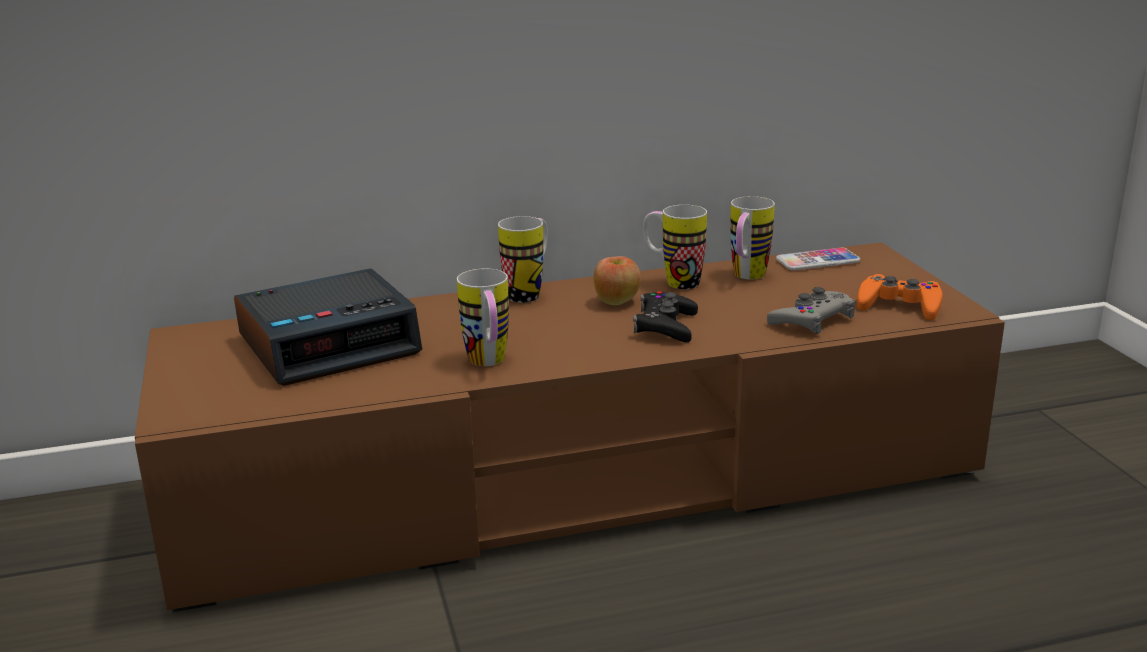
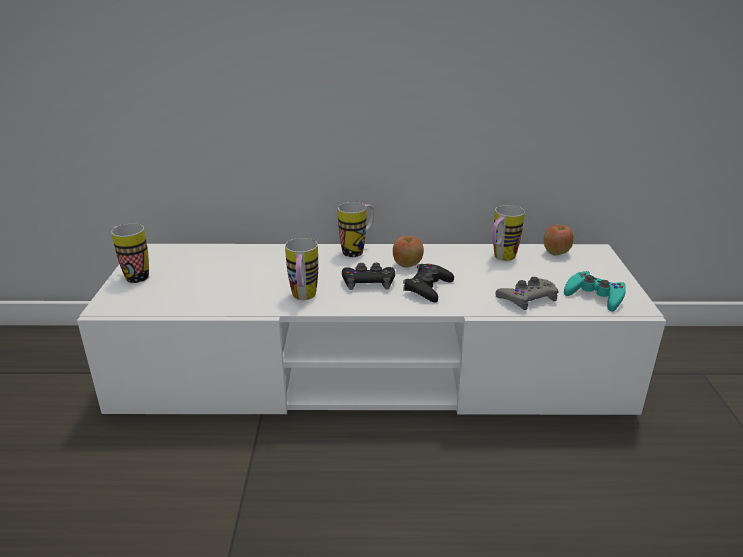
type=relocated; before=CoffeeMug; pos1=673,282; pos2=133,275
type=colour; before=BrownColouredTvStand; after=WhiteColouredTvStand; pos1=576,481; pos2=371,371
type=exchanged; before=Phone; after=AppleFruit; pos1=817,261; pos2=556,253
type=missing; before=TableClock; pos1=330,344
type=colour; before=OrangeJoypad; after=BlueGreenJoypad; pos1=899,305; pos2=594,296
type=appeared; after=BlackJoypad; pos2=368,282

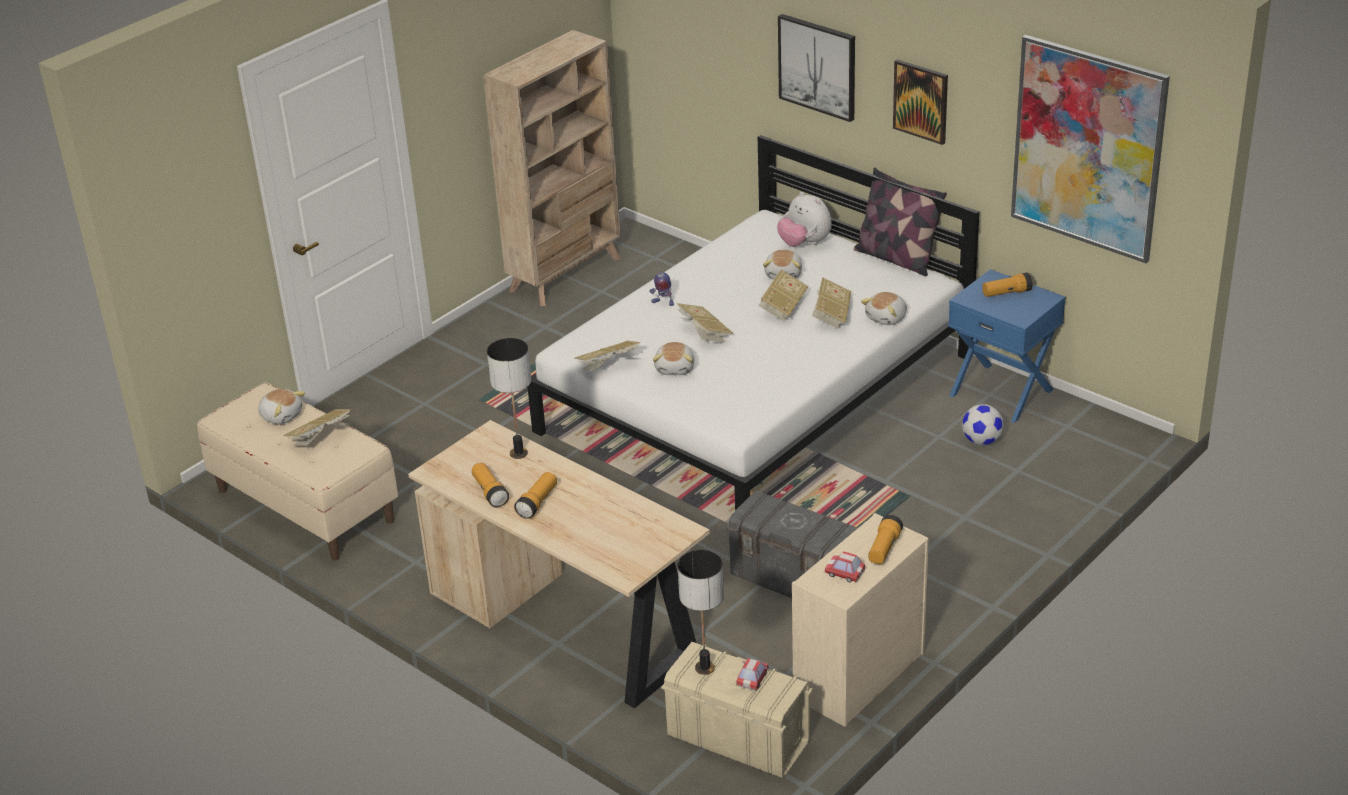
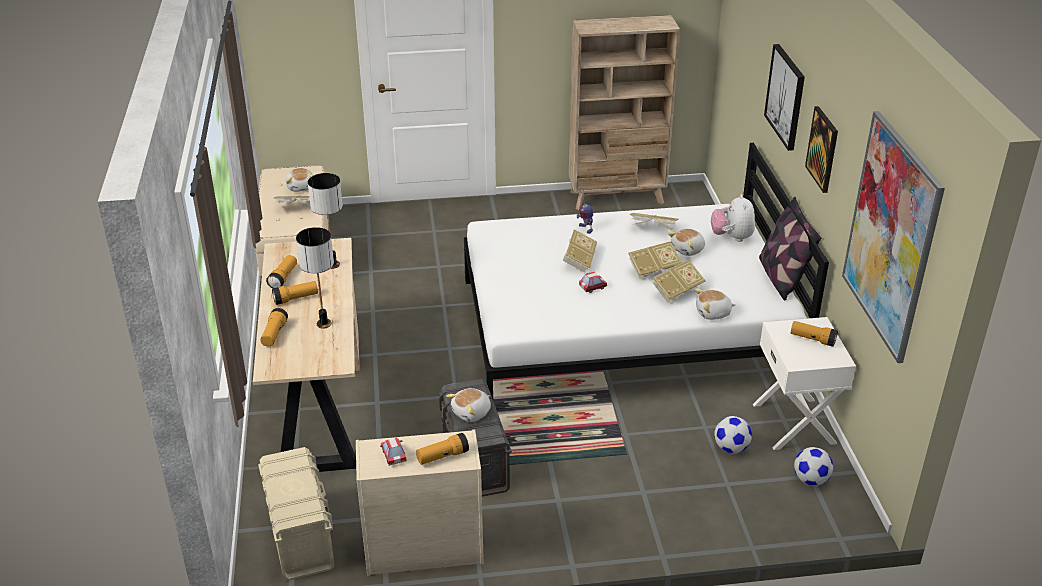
type=colour; before=BluishNightTable; after=WhiteColouredNightTable; pos1=1002,392; pos2=795,423
type=relocated; before=Volume; pos1=609,366; pos2=653,229
type=relocated; before=SoftToy; pos1=675,368; pos2=472,413
type=relocated; before=TabletopLamp; pos1=704,668; pos2=323,324
type=relocated; before=MiniatureCar; pos1=752,679; pos2=592,287
type=appeared; after=HandTorch; pos2=274,334
type=appeared; after=BallForFootball; pos2=810,480

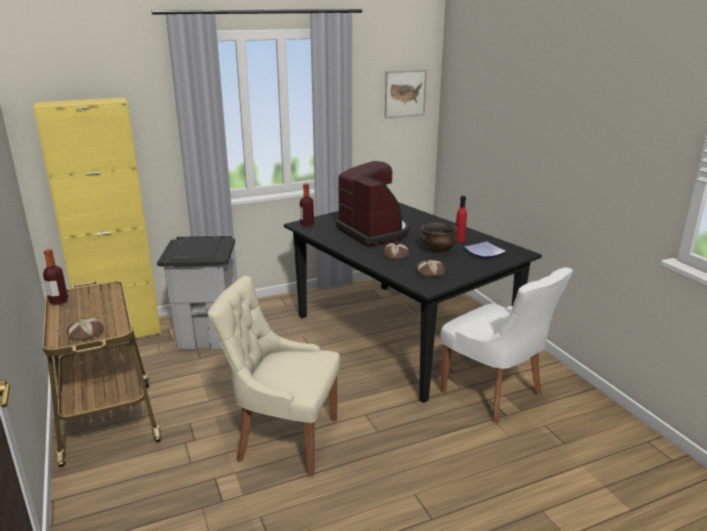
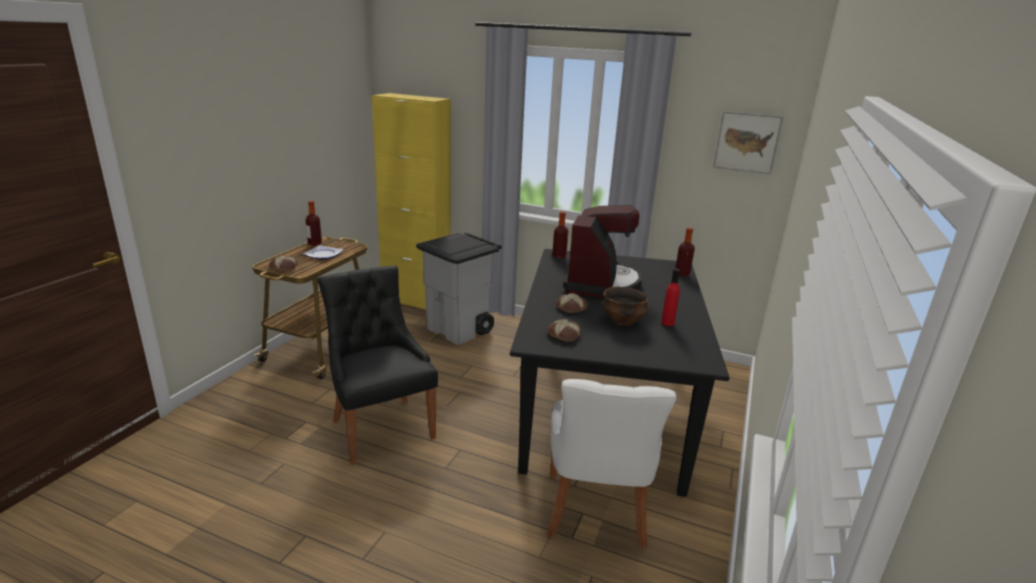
type=relocated; before=FlatDish; pos1=484,252; pos2=322,255
type=colour; before=SandColouredUprightChair; after=BlackUprightChair; pos1=284,439; pos2=381,427
type=appeared; after=BeverageBottle; pos2=682,274

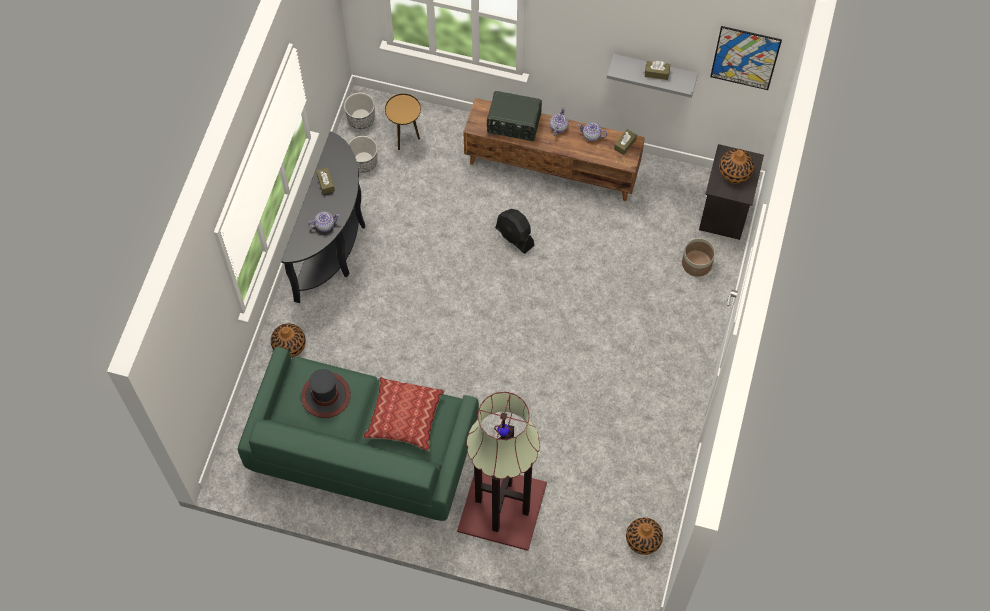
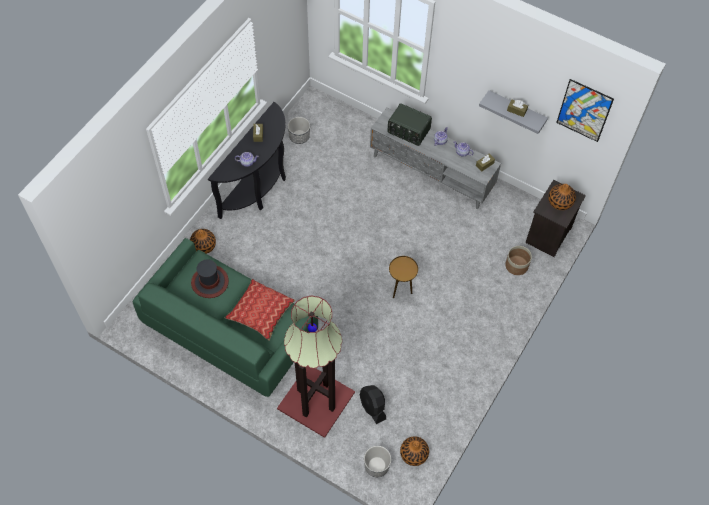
type=relocated; before=PlantPot; pos1=361,119; pos2=376,466
type=relocated; before=BrownColouredSideTable; pos1=405,139; pos2=401,290
type=colour; before=BrownColouredTvStand; after=GreyishTvStand; pos1=552,167; pos2=432,173
type=relocated; before=BlackCoolingFan; pos1=514,237; pos2=372,407

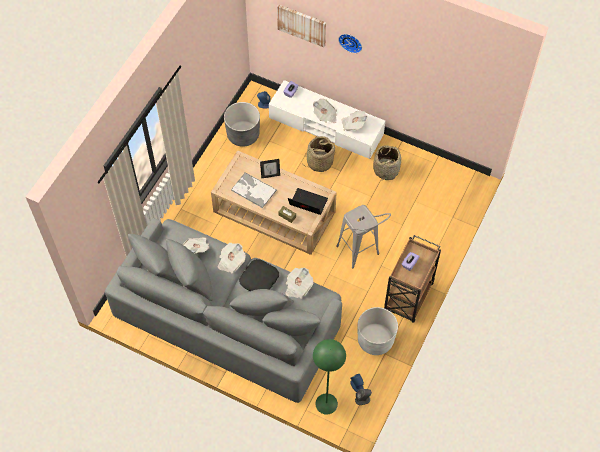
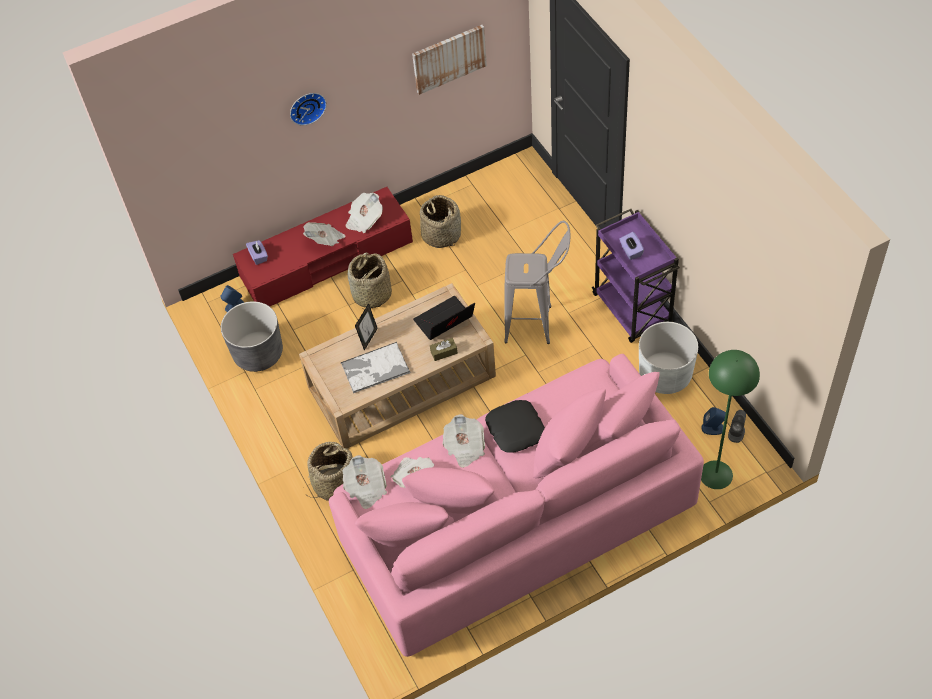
type=relocated; before=WallPicture; pos1=302,25; pos2=449,58
type=colour; before=WhiteColouredTvStand; after=ReddishTvStand; pos1=326,127; pos2=327,260
type=colour; before=GreyishSettee; after=PinkishSettee; pos1=229,317; pos2=514,516
type=colour; before=BrownColouredWheeledCart; after=PurpleColouredWheeledCart; pos1=408,298; pos2=633,310
type=relocated; before=PrintedPaper; pos1=298,287; pos2=366,488
type=appeared; after=Basket; pos2=334,483

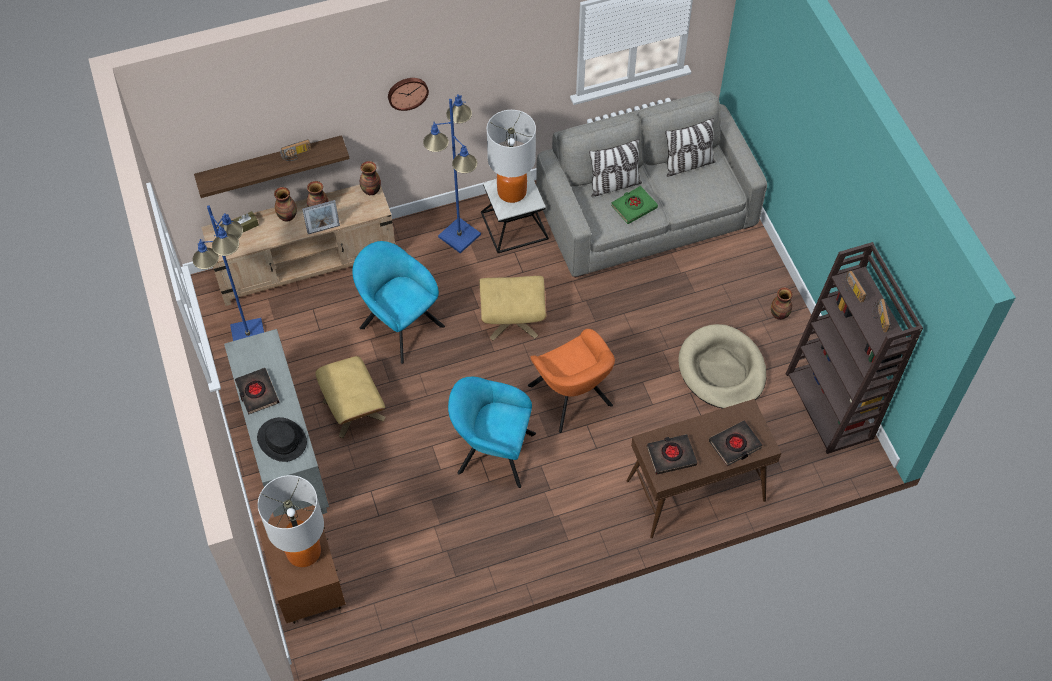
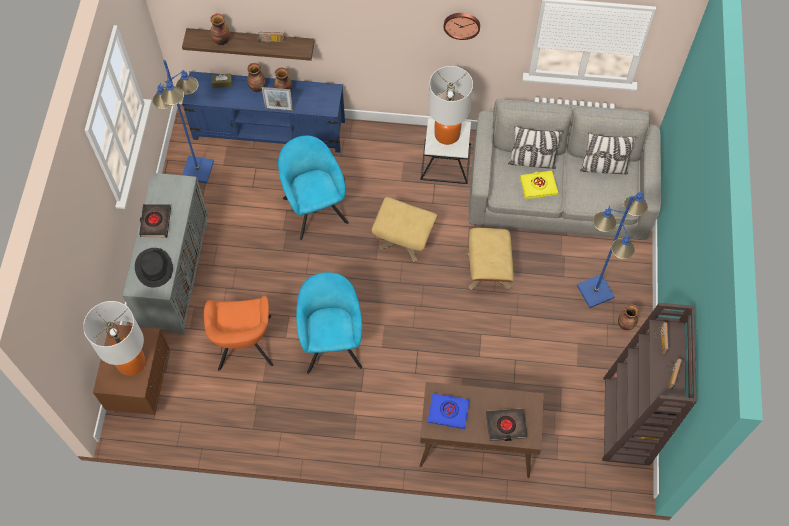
type=relocated; before=WallClock; pos1=407,92; pos2=462,24
type=relocated; before=BluishStandardLamp; pos1=460,236; pos2=596,291
type=relocated; before=DecorativeVase; pos1=371,190; pos2=221,40
type=colour; before=SandColouredTvStand; after=BluishTvStand; pos1=307,264; pos2=270,130
type=colour; before=GreenColouredVolume; after=YellowVolume; pos1=634,207; pos2=538,186
type=missing; before=SandColouredDogCushion; pos1=722,369
type=relocated; before=OrangeLoungeChair; pos1=572,399; pos2=244,346
type=relocated; before=SandColouredFootrest; pos1=353,410; pos2=488,270
type=spun; before=BlueGreenLoungeChair; pos1=492,452; pos2=332,340; turn=45
type=colour; before=BlackVolume; after=BluishVolume; pos1=671,456; pos2=448,412

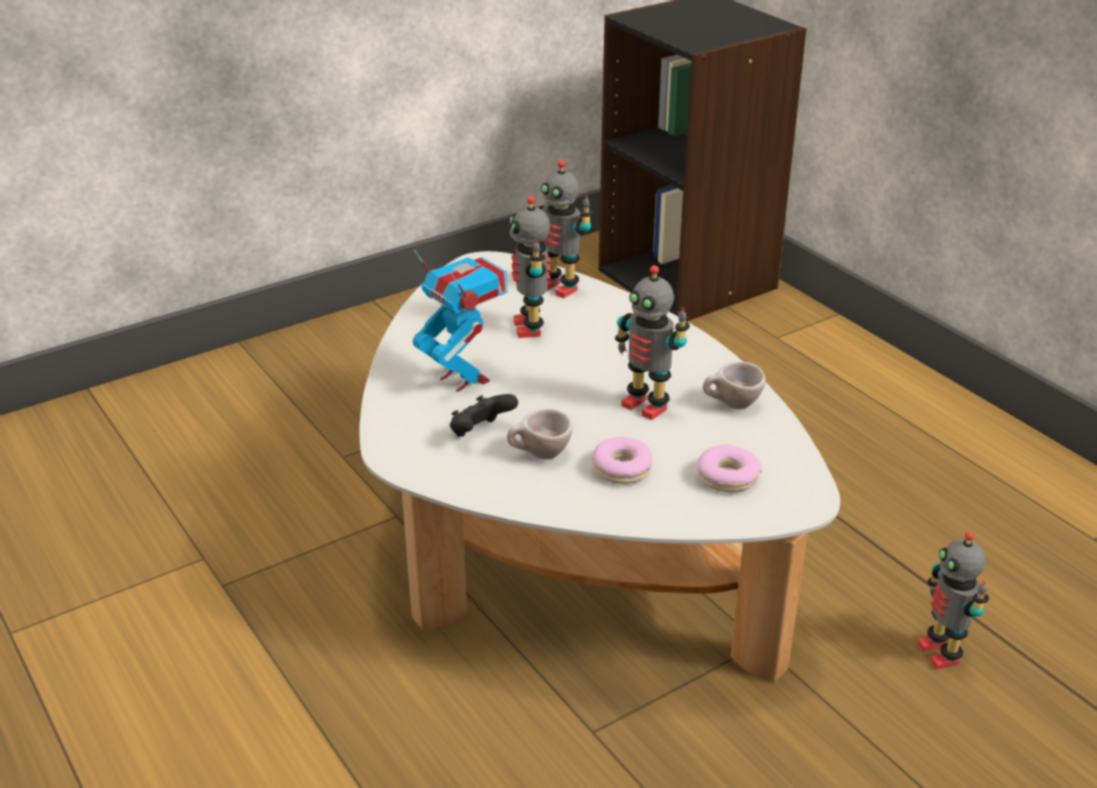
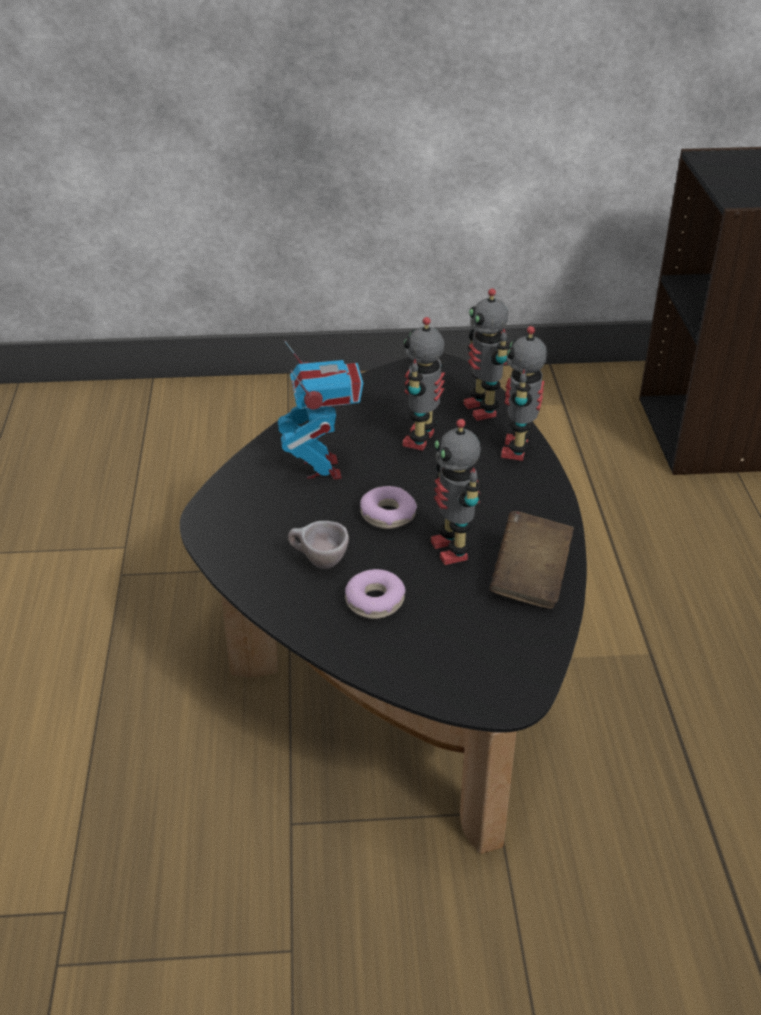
type=colour; before=WhiteColouredLoungeTable; after=BlackLoungeTable; pos1=567,549; pos2=400,652
type=exchanged; before=SandColouredSmallCup; after=BrownColouredVolume; pos1=731,406; pos2=530,578
type=missing; before=BlackJoypad; pos1=480,433
type=relocated; before=RingDoughnut; pos1=728,477; pos2=388,515
type=relocated; before=RobotFigure; pos1=941,653; pos2=518,449

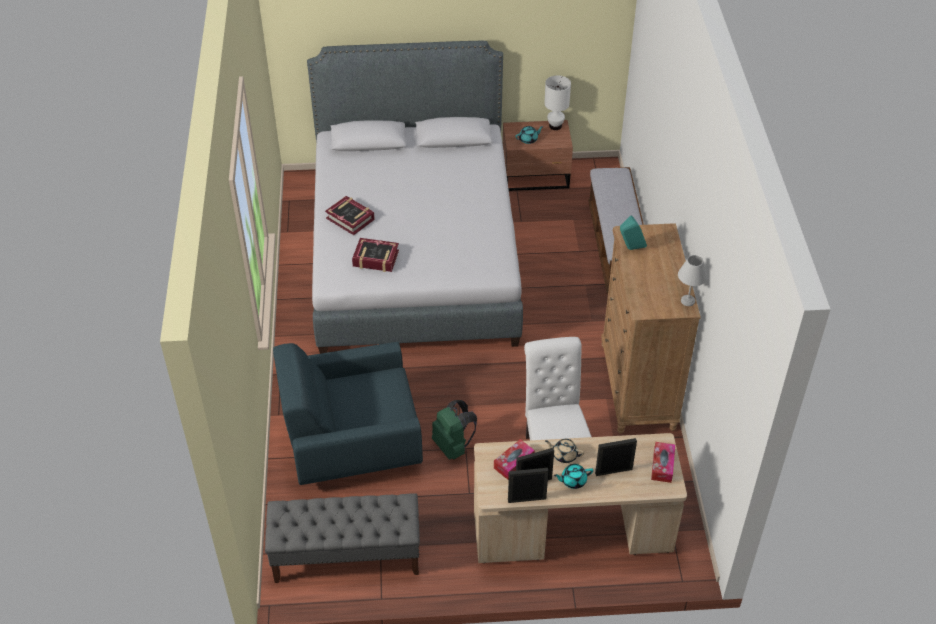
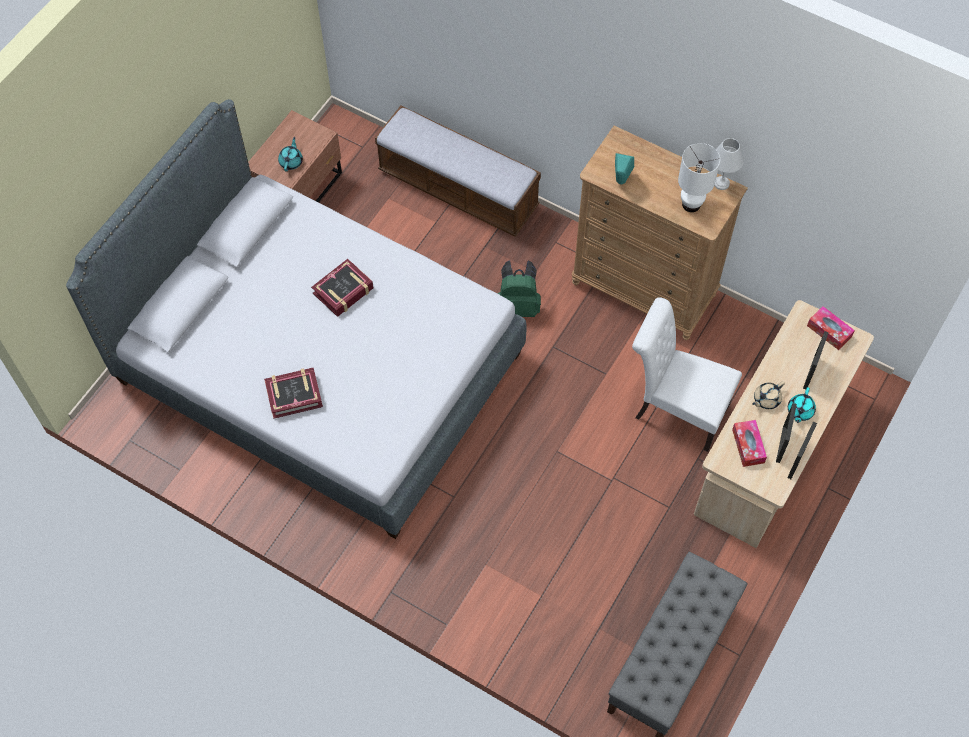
type=relocated; before=WhiteColouredTabletopLamp; pos1=555,126; pos2=691,204
type=relocated; before=Volume; pos1=375,259; pos2=343,291
type=missing; before=BluishLoungeChair; pos1=352,444
type=relocated; before=GreenColouredKnapsack; pos1=453,446; pos2=518,306

